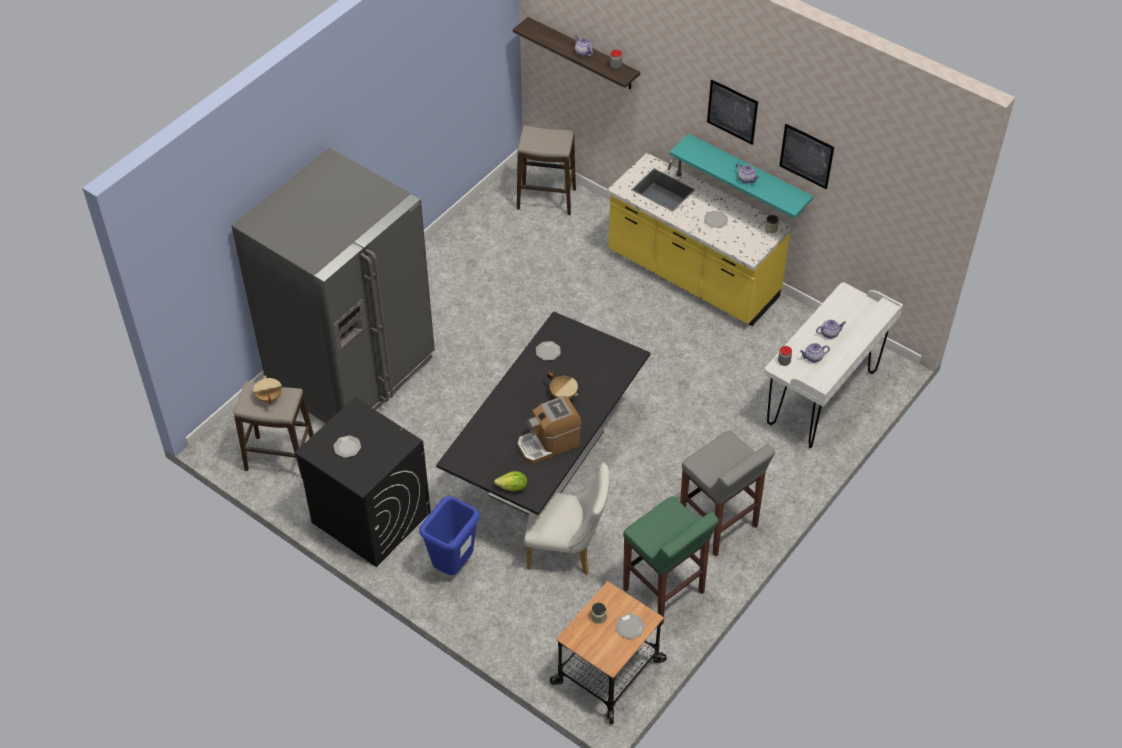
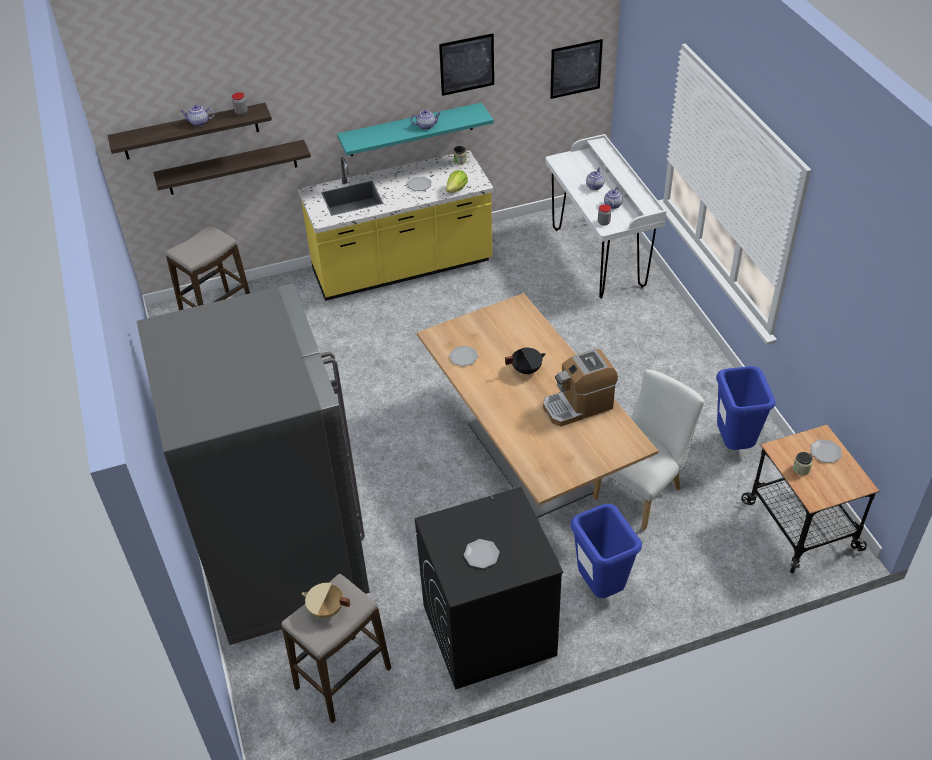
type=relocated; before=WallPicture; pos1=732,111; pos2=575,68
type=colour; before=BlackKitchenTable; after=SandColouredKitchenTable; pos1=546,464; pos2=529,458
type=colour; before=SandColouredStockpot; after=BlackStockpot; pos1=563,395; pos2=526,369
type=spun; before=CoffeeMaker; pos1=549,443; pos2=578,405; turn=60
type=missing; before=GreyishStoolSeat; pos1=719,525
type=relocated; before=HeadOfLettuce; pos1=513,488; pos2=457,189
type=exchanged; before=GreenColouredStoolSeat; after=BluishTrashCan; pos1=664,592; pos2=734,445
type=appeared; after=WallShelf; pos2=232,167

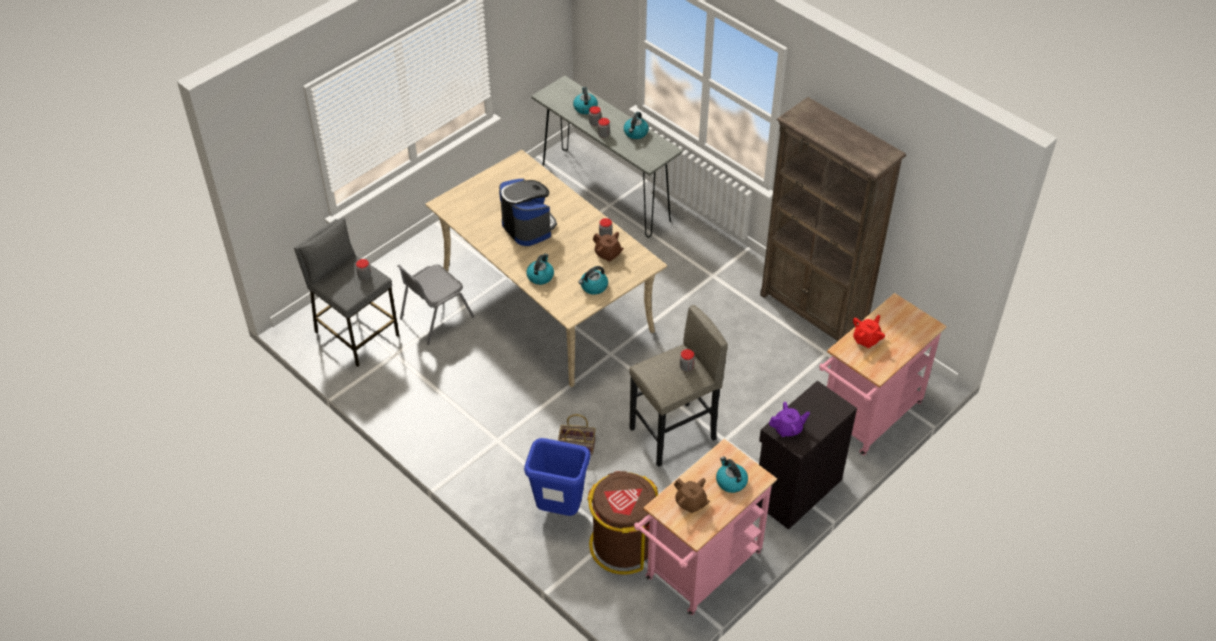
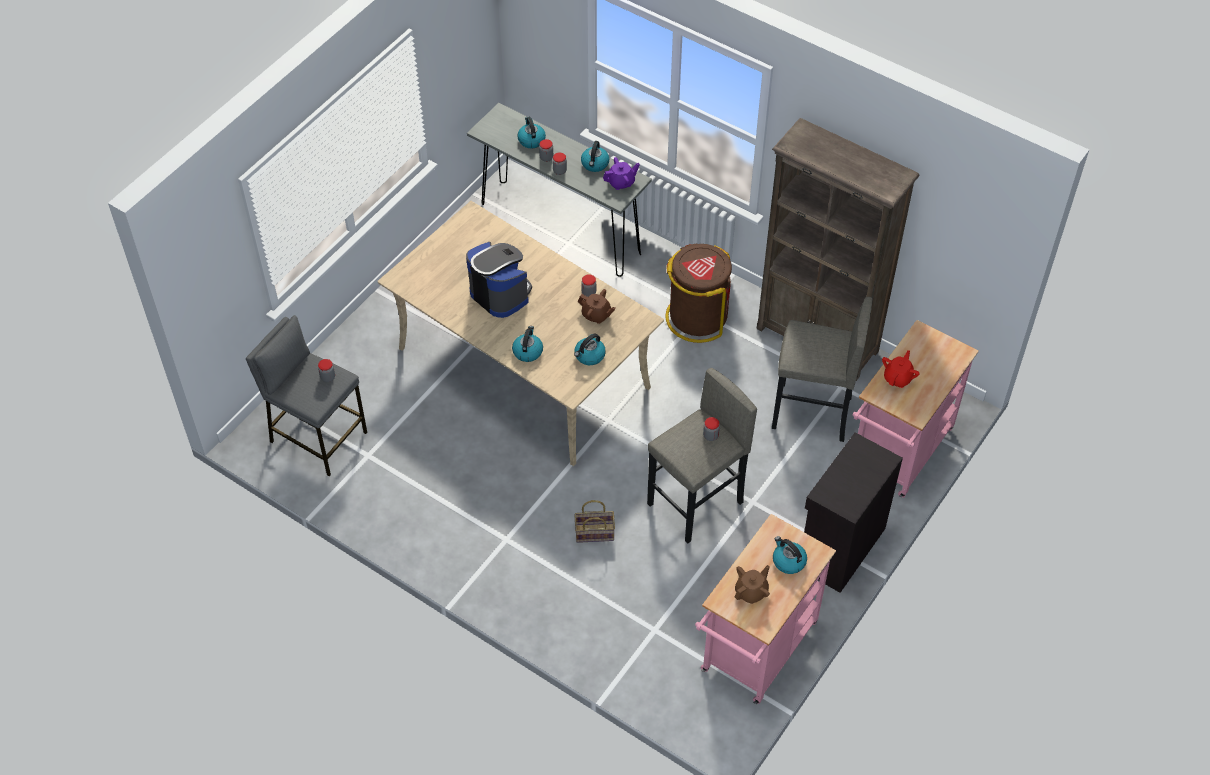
type=missing; before=GreyishUprightChair; pos1=435,318
type=relocated; before=PurpleColouredPotForTea; pos1=788,429; pos2=621,182
type=missing; before=BluishTrashCan; pos1=560,510
type=relocated; before=BrownColouredTrashCan; pos1=622,545; pos2=697,317
type=spun; before=BrownColouredPotForTea; pos1=690,503; pos2=751,592; turn=-75
type=appeared; after=GreyishStoolSeat; pos2=812,413

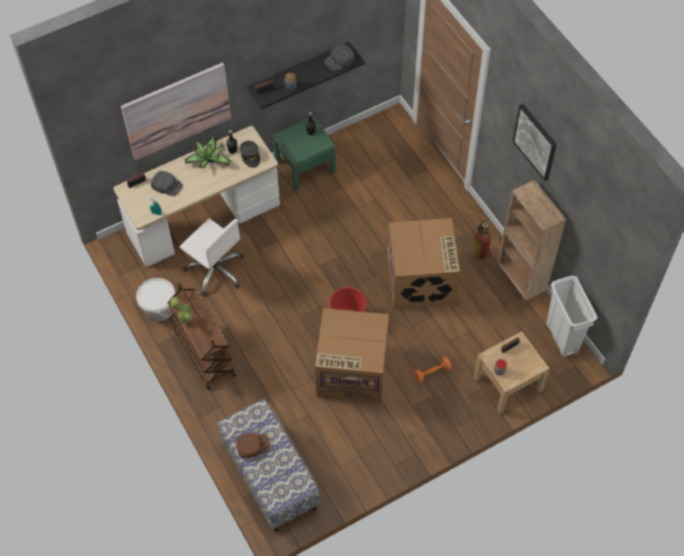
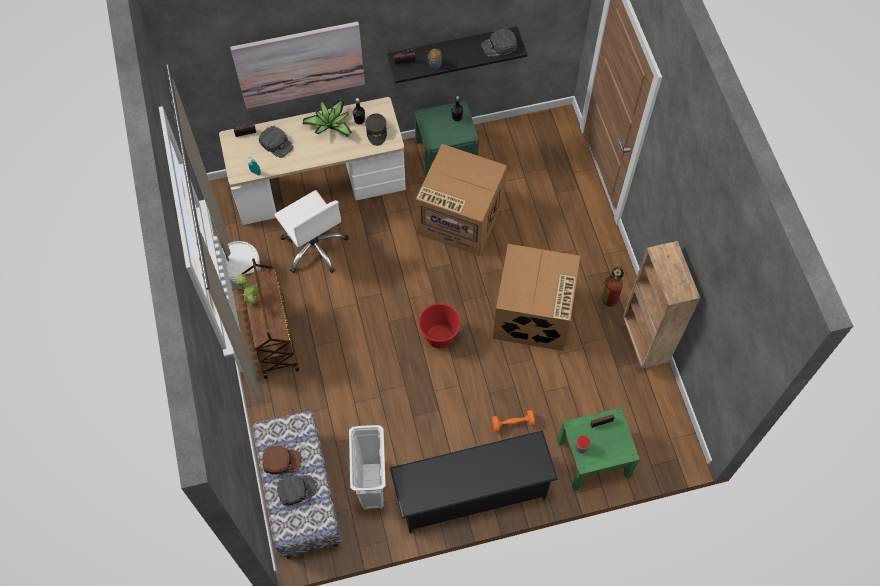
type=missing; before=WallPicture; pos1=535,141
type=relocated; before=WhiteColouredTrashCan; pos1=562,338; pos2=372,485
type=relocated; before=CardboardBox; pos1=351,371; pos2=459,218
type=colour; before=SandColouredNightTable; after=GreenColouredNightTable; pos1=508,383; pos2=593,458
type=appeared; after=BlackShoeShelf; pos2=471,493
type=appeared; after=BlackBaseballCap; pos2=296,489

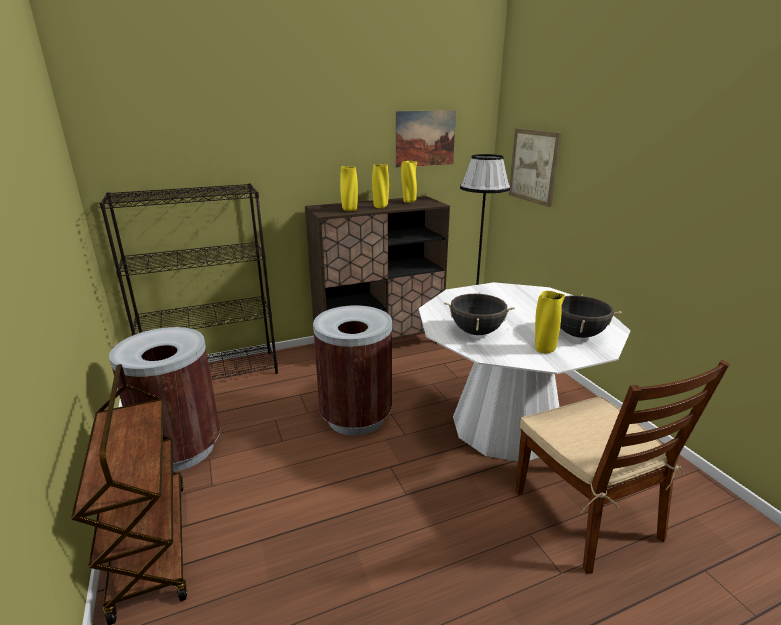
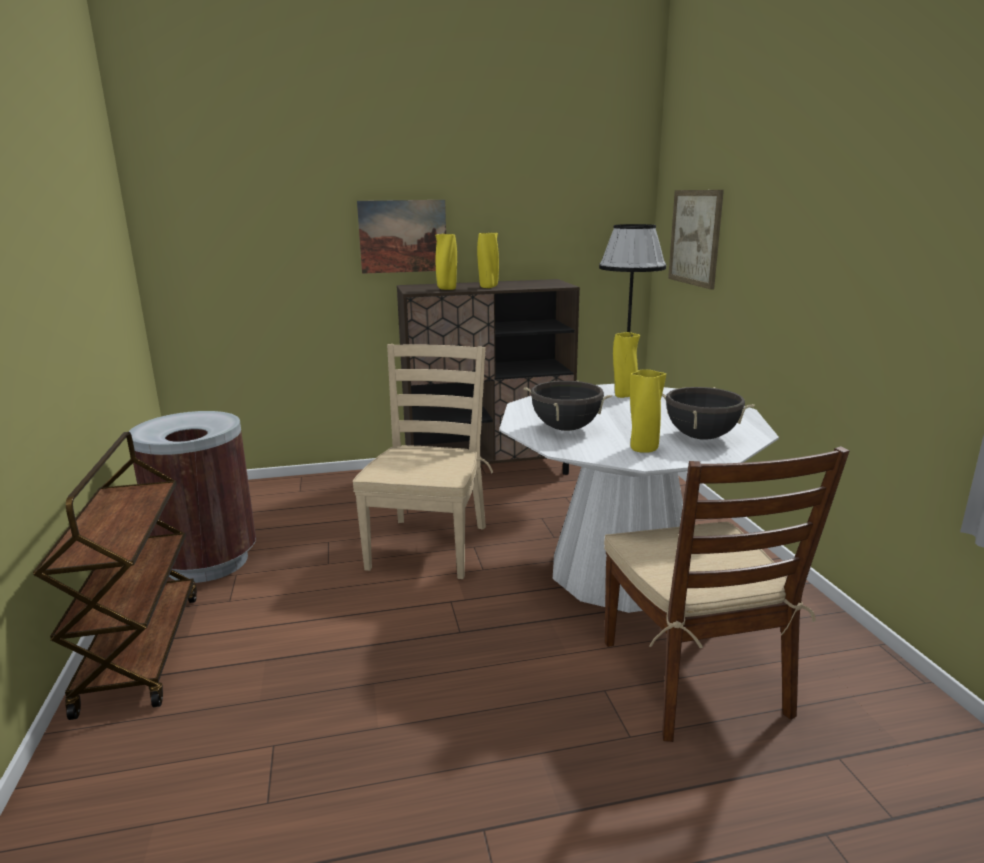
type=relocated; before=WallPicture; pos1=425,138; pos2=403,236
type=relocated; before=YellowDecorativeVase; pos1=408,202; pos2=623,396
type=missing; before=BlackShelvingUnit; pos1=214,373
type=exchanged; before=BrownColouredTrashCan; after=SandColouredUprightChair; pos1=356,417; pos2=428,546

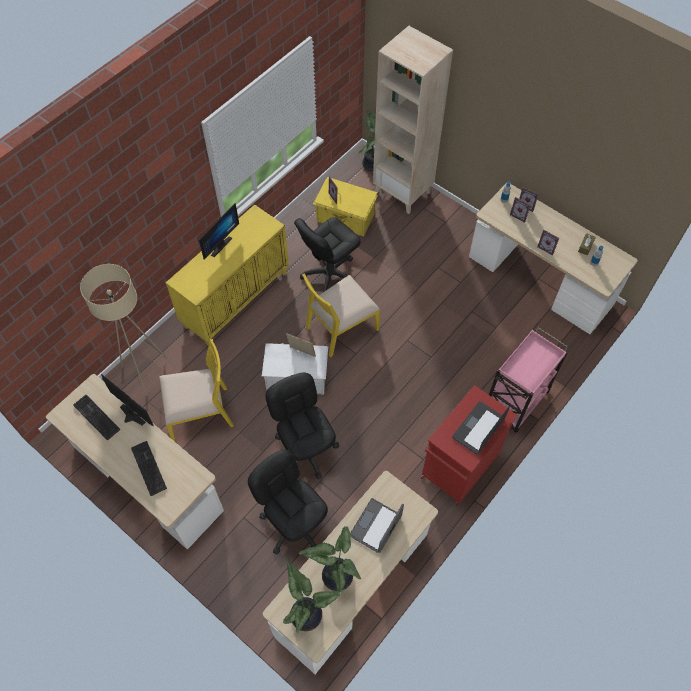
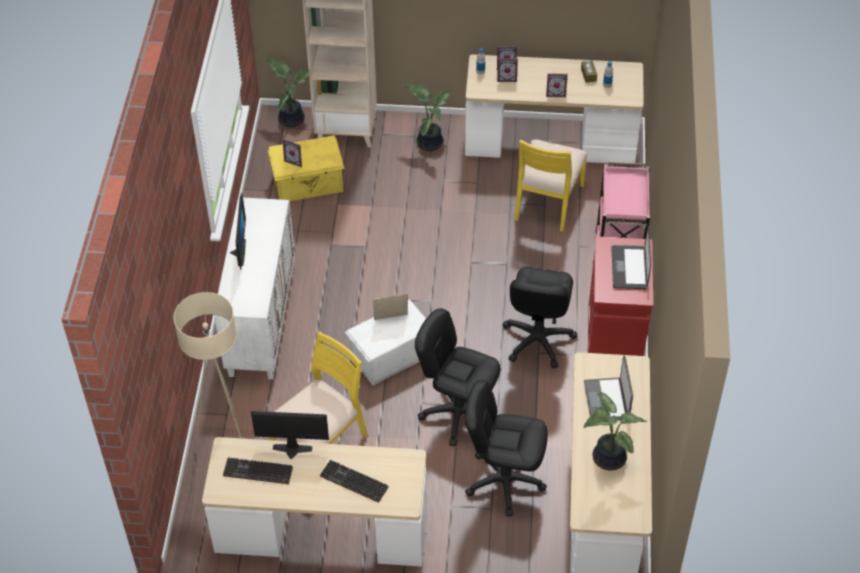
type=colour; before=YellowStorageCabinet; after=WhiteColouredStorageCabinet; pos1=236,298; pos2=261,320
type=relocated; before=BlackOfficeChair; pos1=329,274; pos2=537,340
type=relocated; before=YellowUprightChair; pos1=341,327; pos2=547,202
type=relocated; before=PottedPlant; pos1=307,613; pos2=429,142

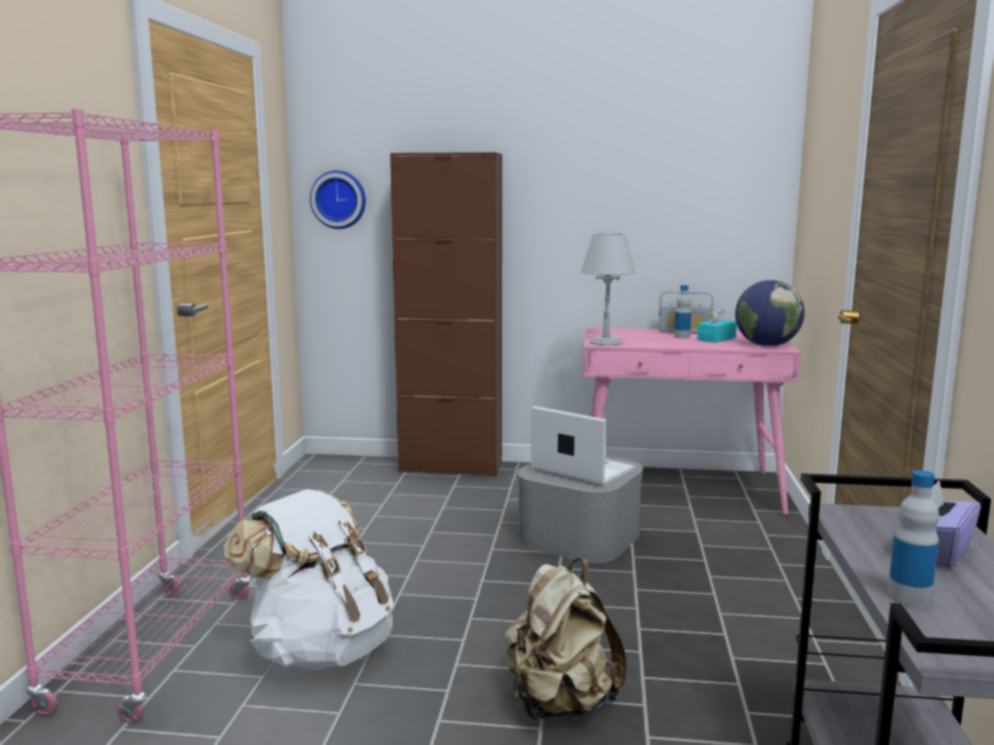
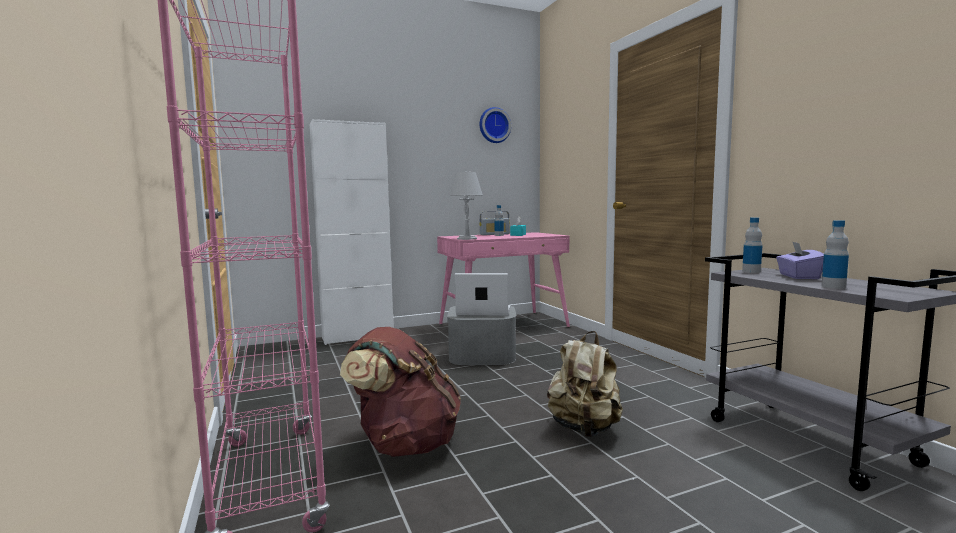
type=colour; before=BrownColouredStorageCabinet; after=WhiteColouredStorageCabinet; pos1=451,467; pos2=357,337
type=relocated; before=WallClock; pos1=339,199; pos2=494,125
type=missing; before=DeskGlobe; pos1=766,345
type=colour; before=WhiteColouredKnapsack; after=BrownColouredKnapsack; pos1=320,649; pos2=405,444
type=appeared; after=BeverageBottle; pos2=751,271

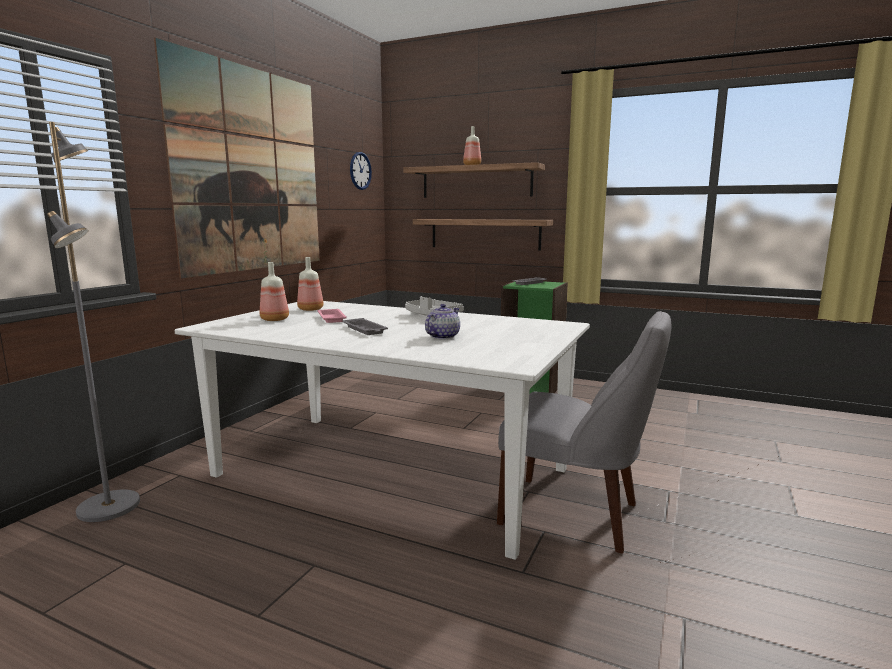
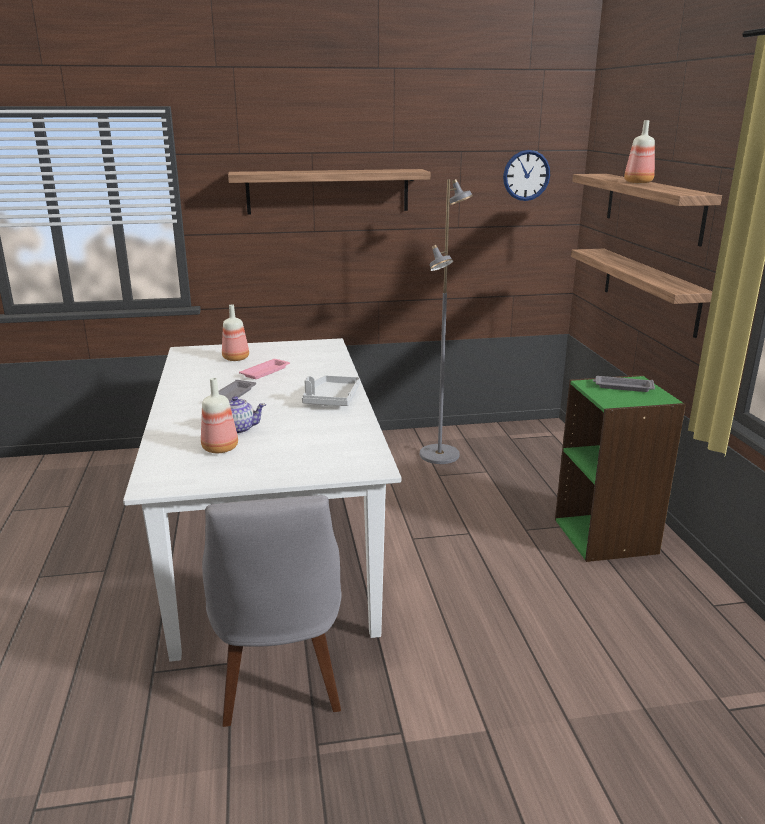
type=exchanged; before=WallPicture; after=WallShelf; pos1=251,170; pos2=328,191
type=relocated; before=GreyishStandardLamp; pos1=110,506; pos2=440,455
type=relocated; before=BeverageBottle; pos1=310,309; pos2=221,448

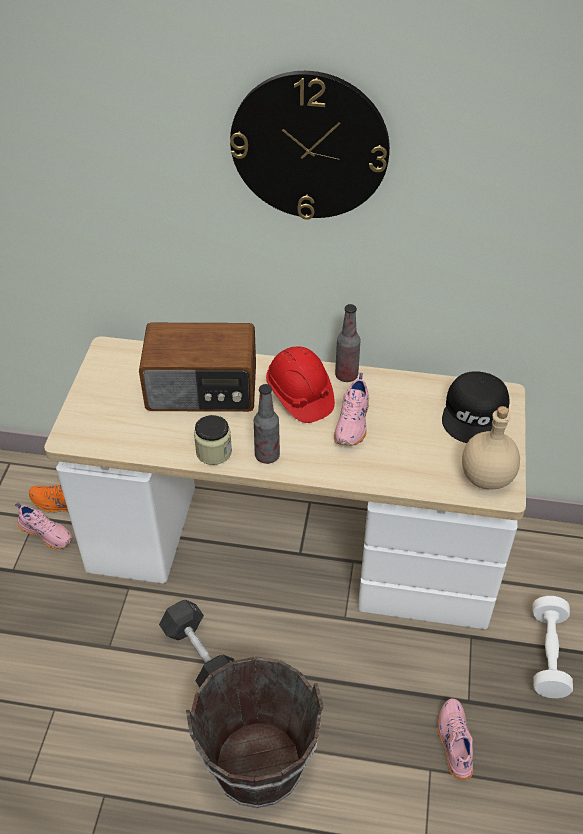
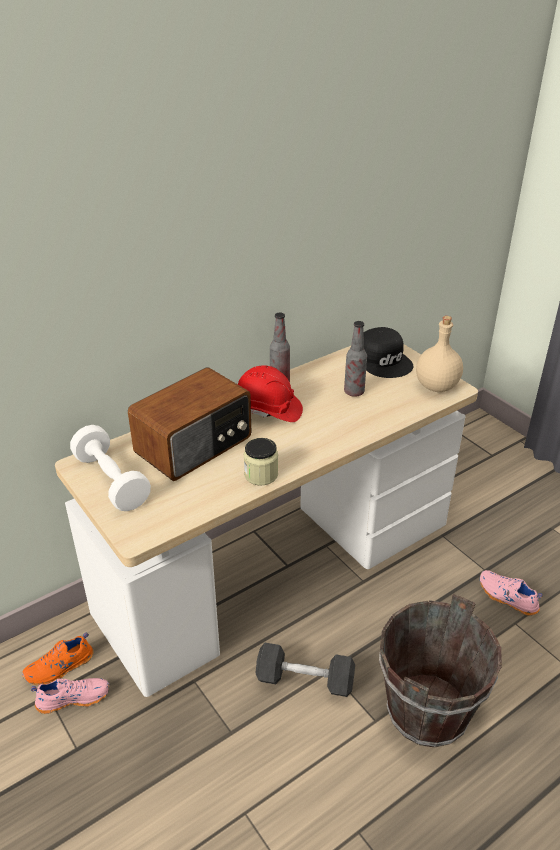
type=missing; before=WallClock; pos1=309,146
type=missing; before=PinkishLowShoe; pos1=353,423
type=relocated; before=BeverageBottle; pos1=267,455; pos2=354,392
type=relocated; before=WhiteColouredDumbbell; pos1=548,655; pos2=111,481

